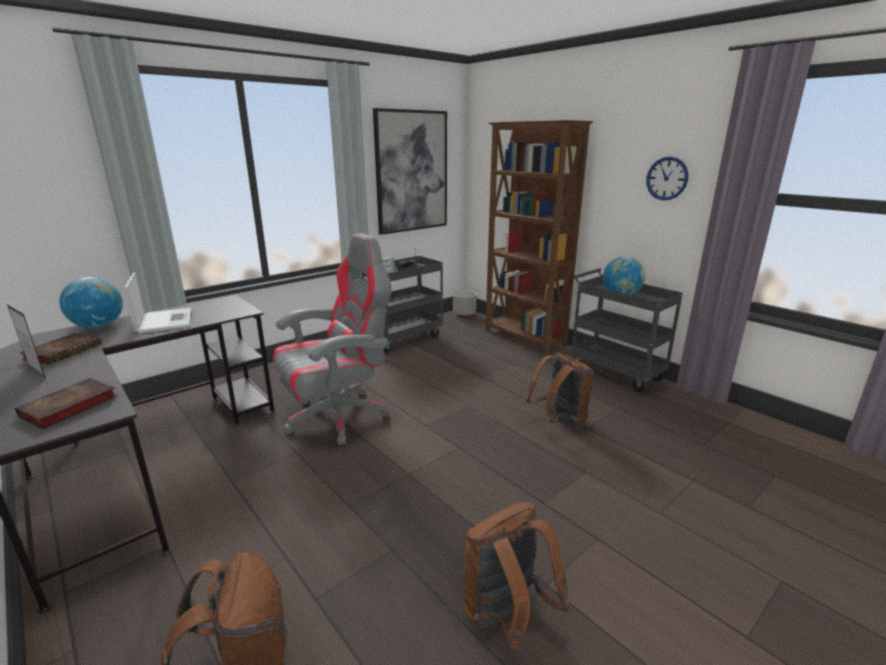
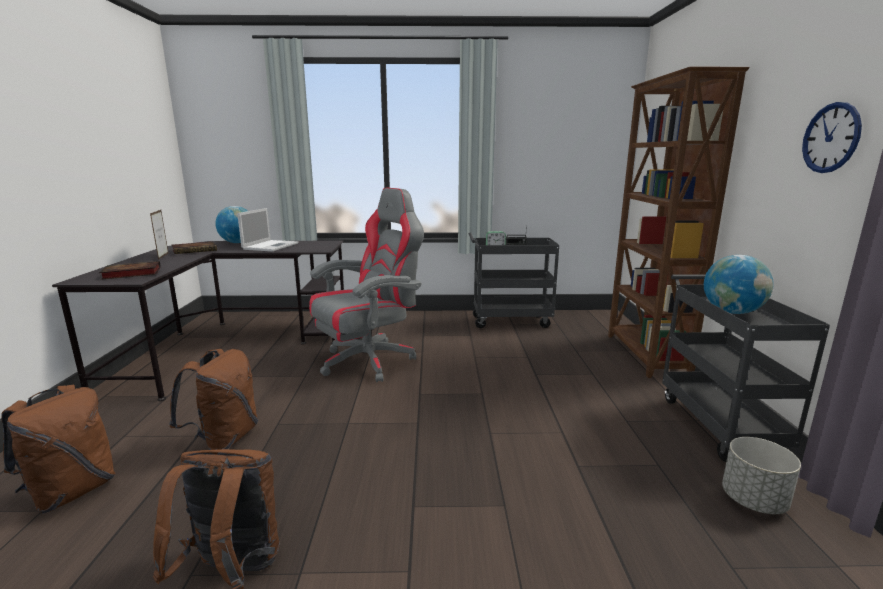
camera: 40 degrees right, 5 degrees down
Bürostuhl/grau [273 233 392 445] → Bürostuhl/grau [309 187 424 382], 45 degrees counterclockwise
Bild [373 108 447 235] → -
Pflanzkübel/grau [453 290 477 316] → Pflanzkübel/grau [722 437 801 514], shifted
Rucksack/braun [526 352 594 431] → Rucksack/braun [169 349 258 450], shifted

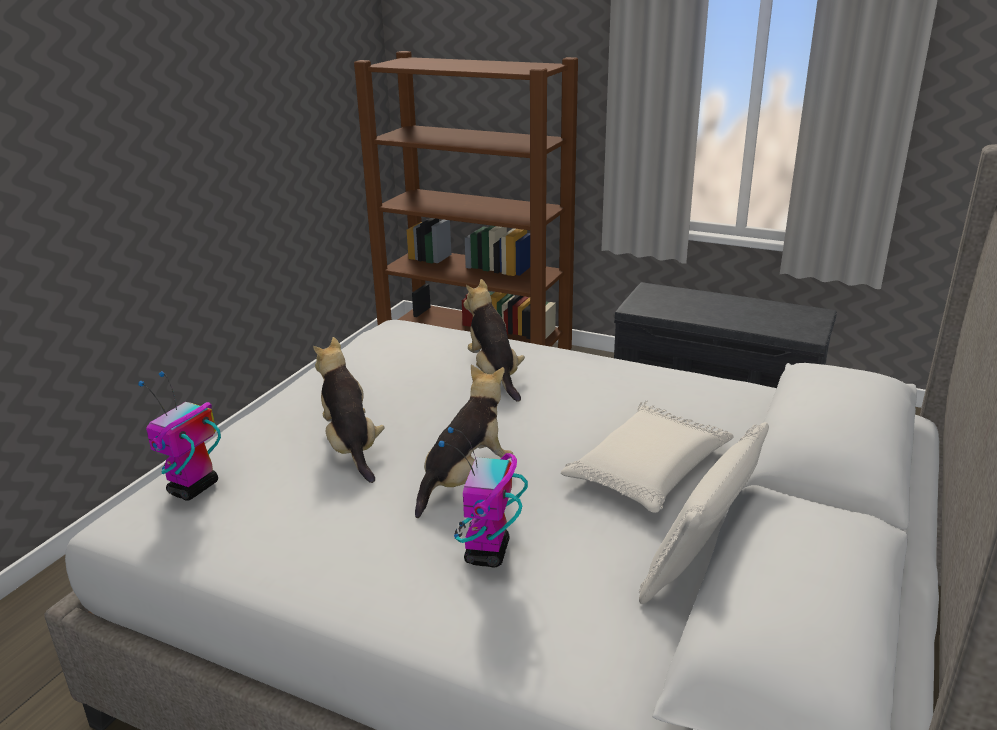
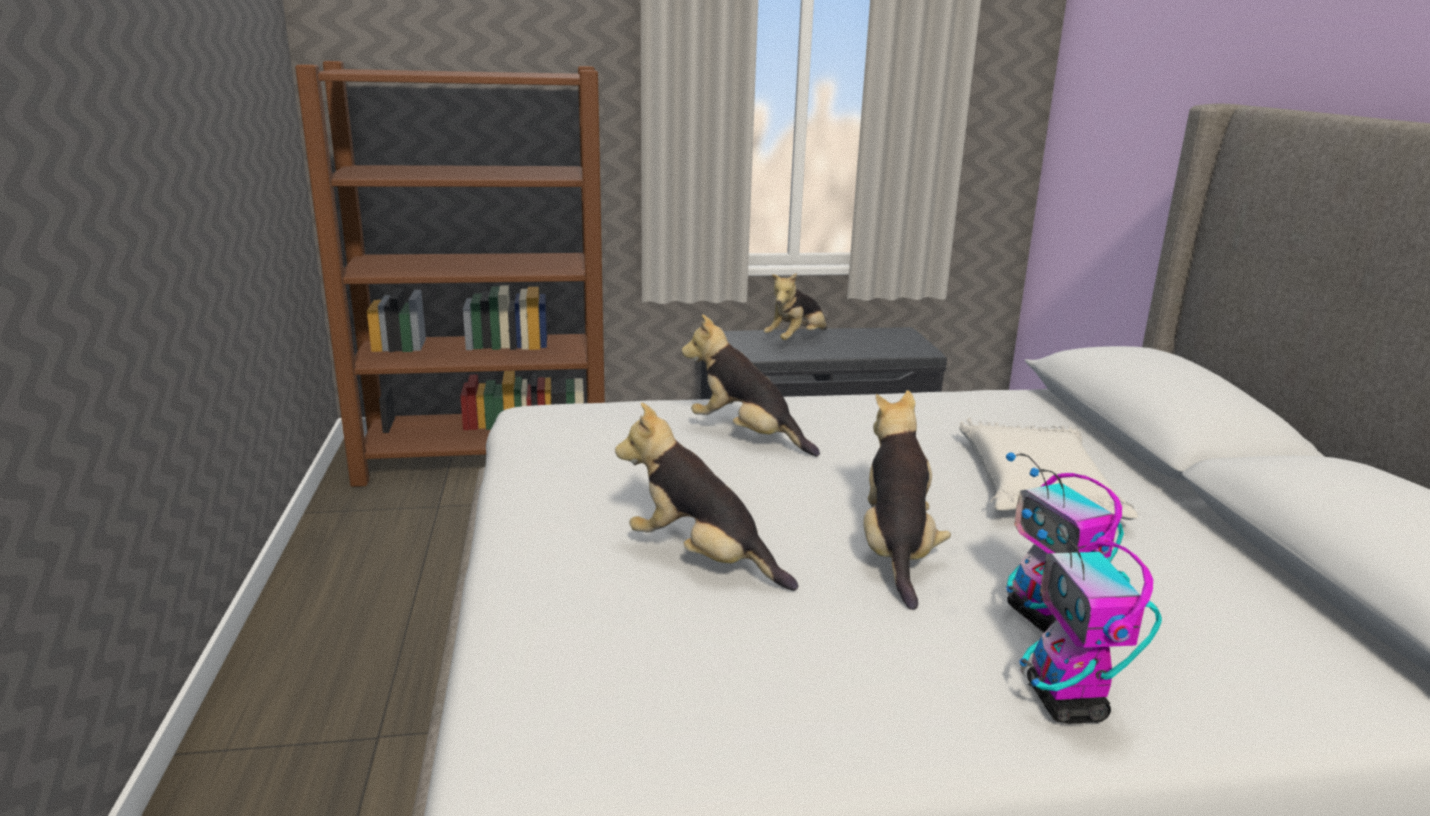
camera: 35 degrees left, 5 degrees down
Spielzeugroboter [138 371 221 501] → Spielzeugroboter [1020 508 1162 724], shifted
Kissen/weiß [639 422 769 604] → -
- → Plüschtier [764 273 827 340]

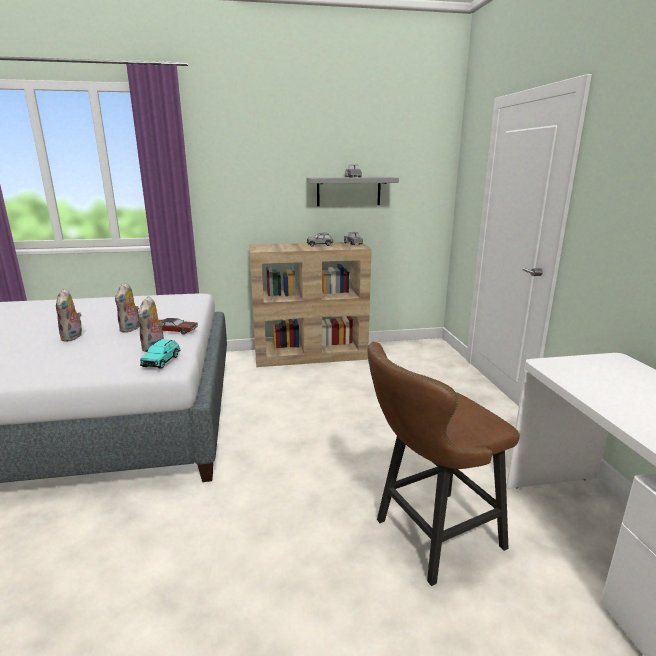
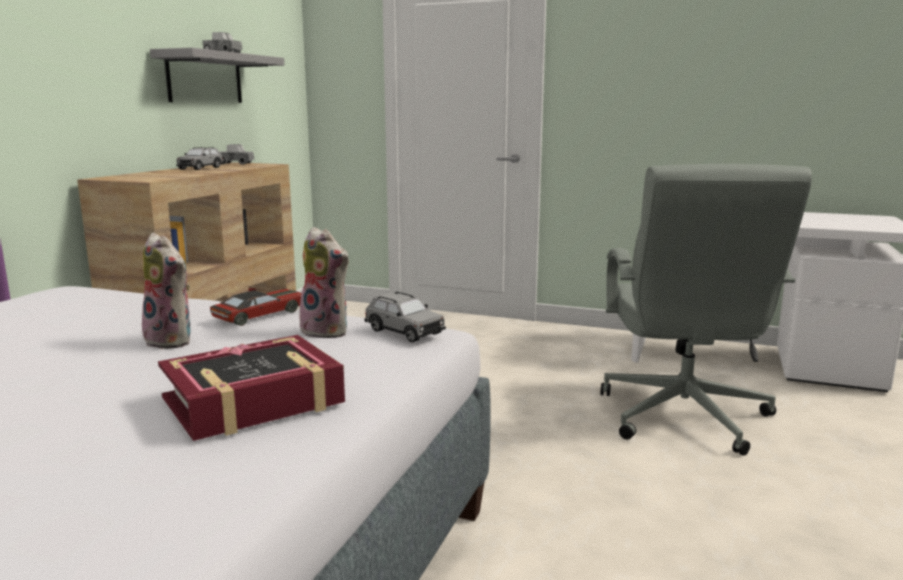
camera: 60 degrees left, 5 degrees down
Plüschtier [56 289 82 342] → -
Spielzeugauto/türkis [140 339 181 369] → Spielzeugauto/grau [364 292 446 342]
Hocker/braun [367 342 520 586] → Bürostuhl/grau [600 164 812 456]
- → Buch [158 335 345 441]

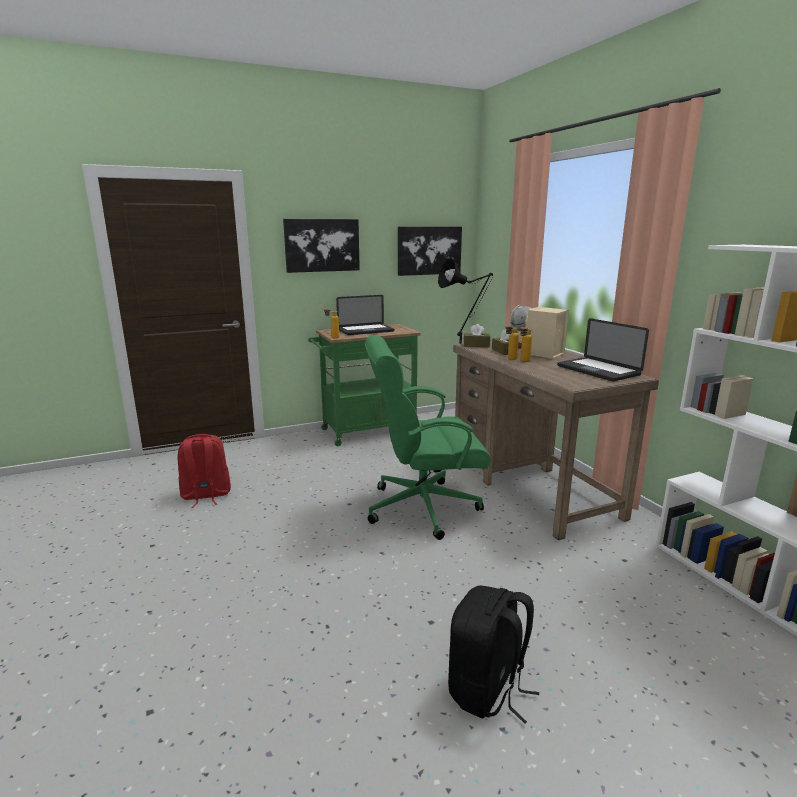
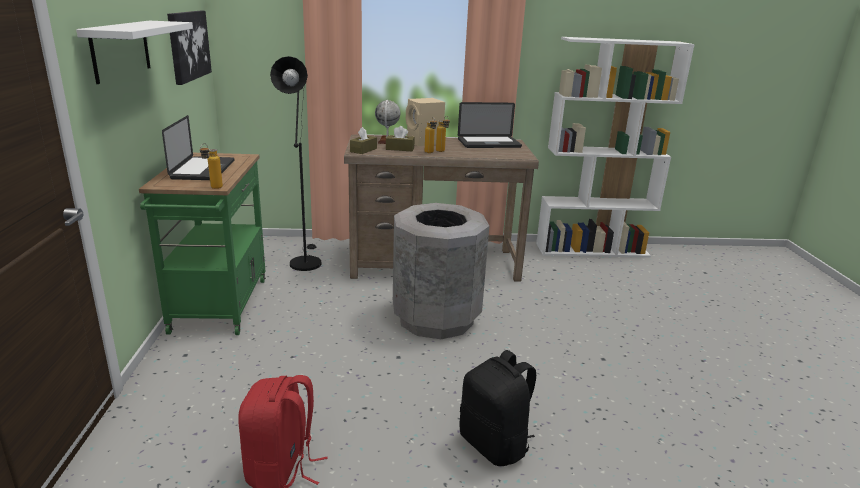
camera: 70 degrees left, 5 degrees up
Bild [283 219 360 273] → Wandregal/weiß [76 21 193 84]
Bürostuhl/grün [365 335 491 540] → Mülleimer/grau [393 203 489 339]
Rucksack/schwarz [448 585 539 724] → Rucksack/schwarz [459 350 536 466], shifted

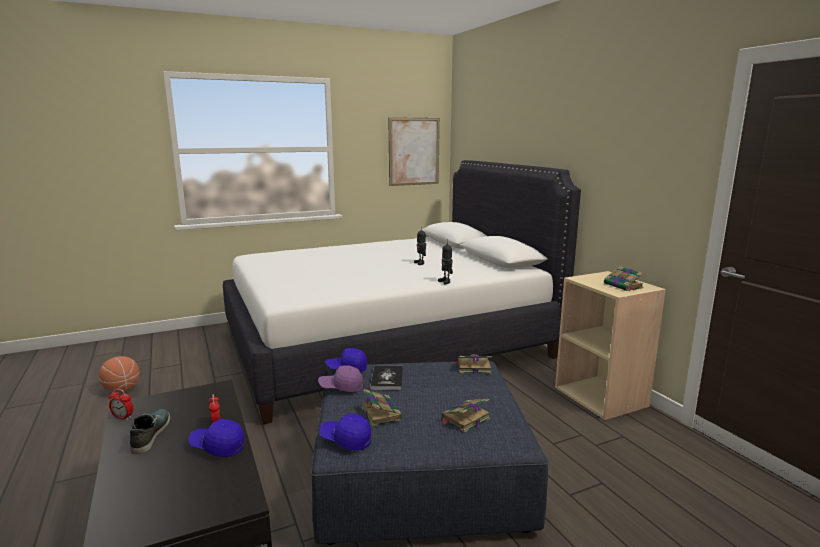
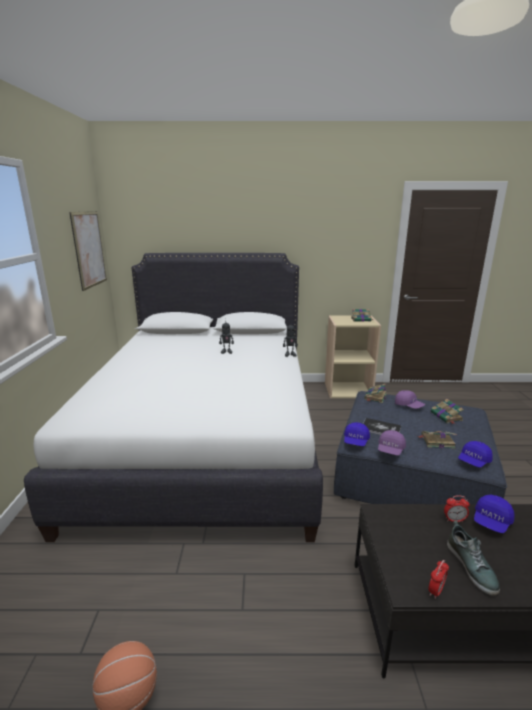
camera: 65 degrees left, 5 degrees up
Schuh [130 409 170 454] → Schuh [447 521 500 596], 120 degrees counterclockwise
- → Kappe/lila [395 390 425 409]

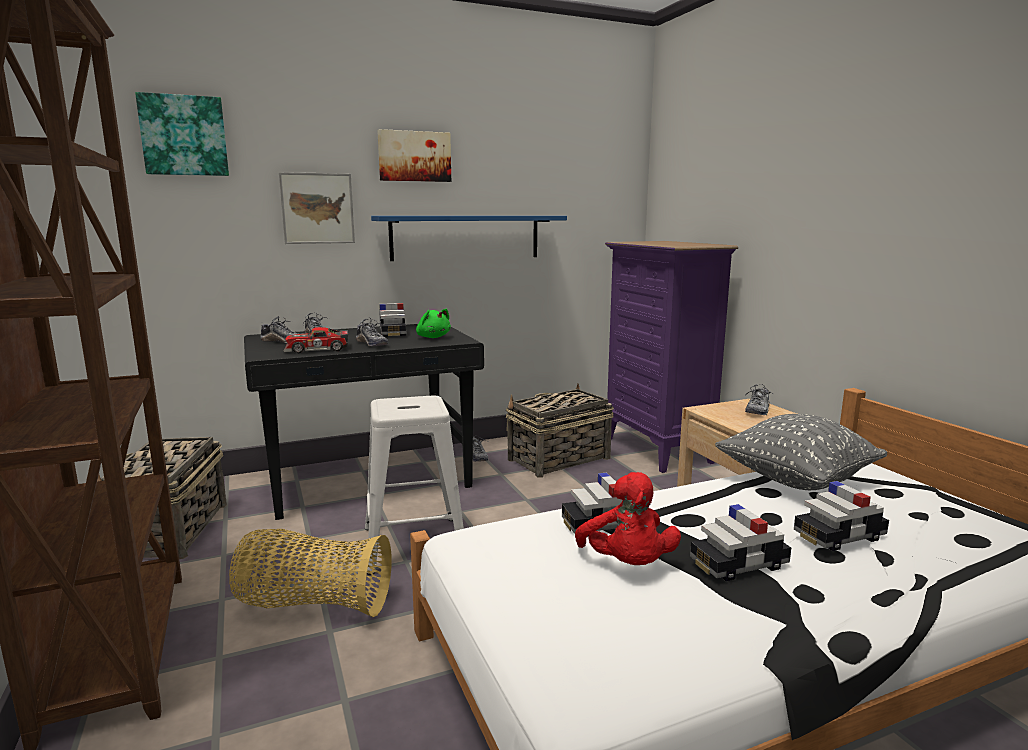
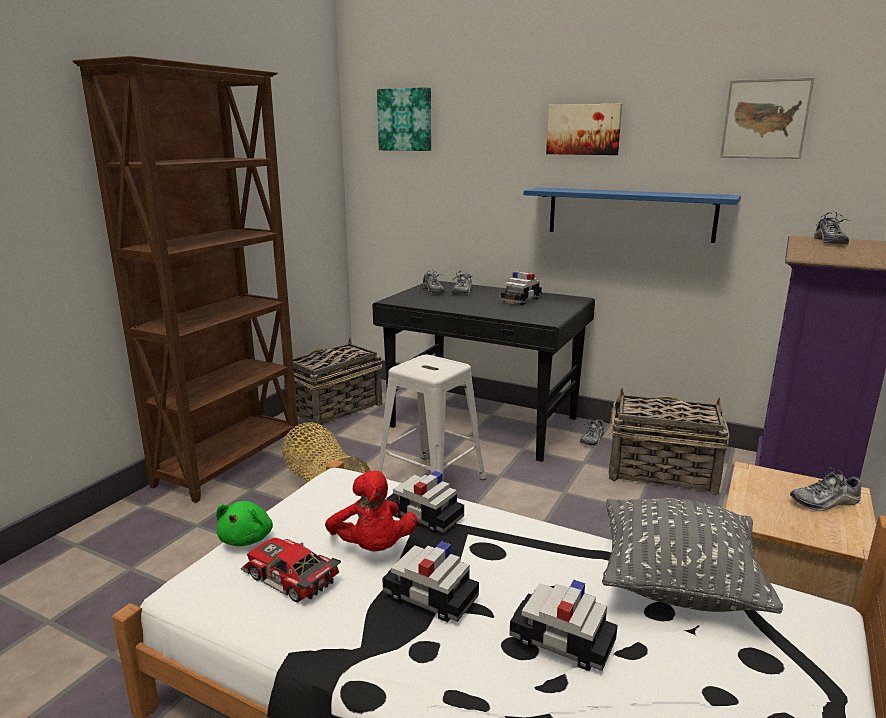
camera: 50 degrees right, 5 degrees up
Bild [279 172 355 244] → Bild [720 78 814 159], shifted
Spielzeugauto [284 327 348 353] → Spielzeugauto [241 538 341 602], shifted
Schuh [356 318 388 346] → Schuh [814 212 850 245], shifted
Plüschtier/grün [416 309 451 338] → Plüschtier/grün [216 501 273 546], shifted
Plüschtier/rot [575 472 681 565] → Plüschtier/rot [325 471 417 552], 60 degrees counterclockwise

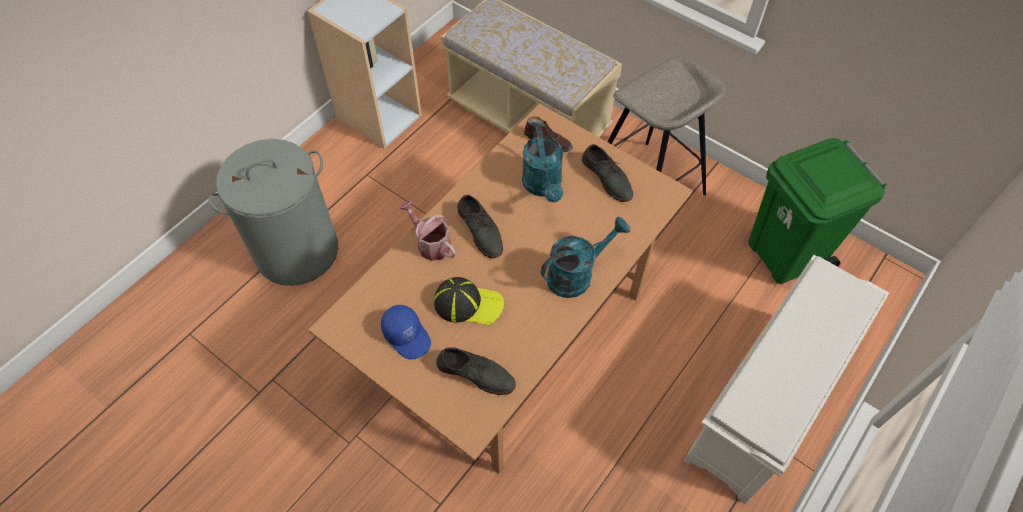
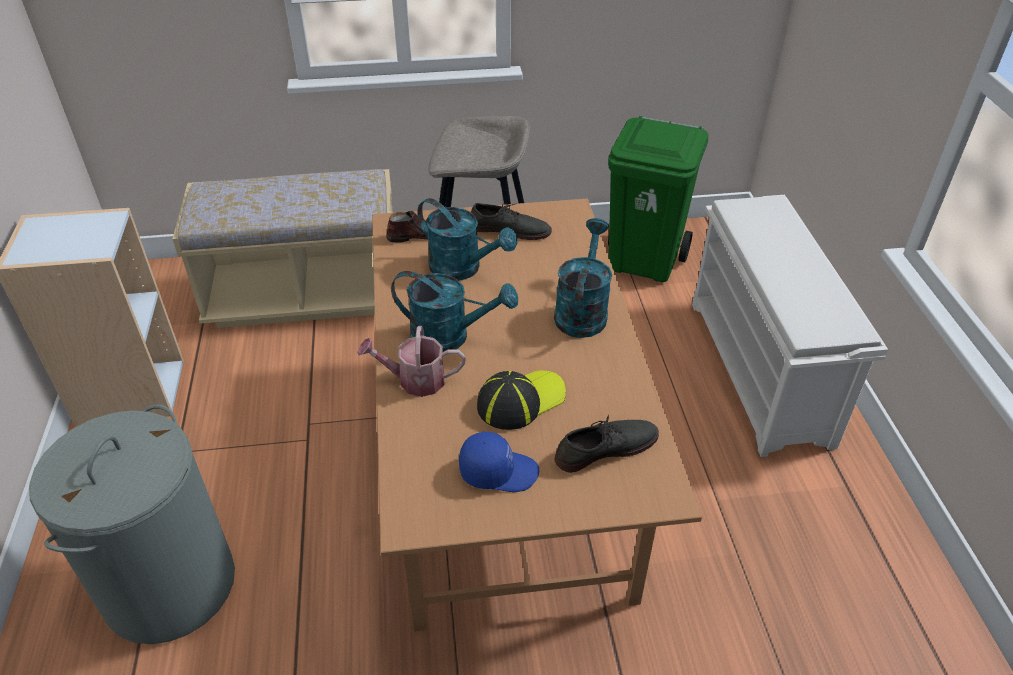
camera: 45 degrees left, 15 degrees down
Schuh/grau [457 195 503 258] → Gießkanne/türkis [391 271 518 352]

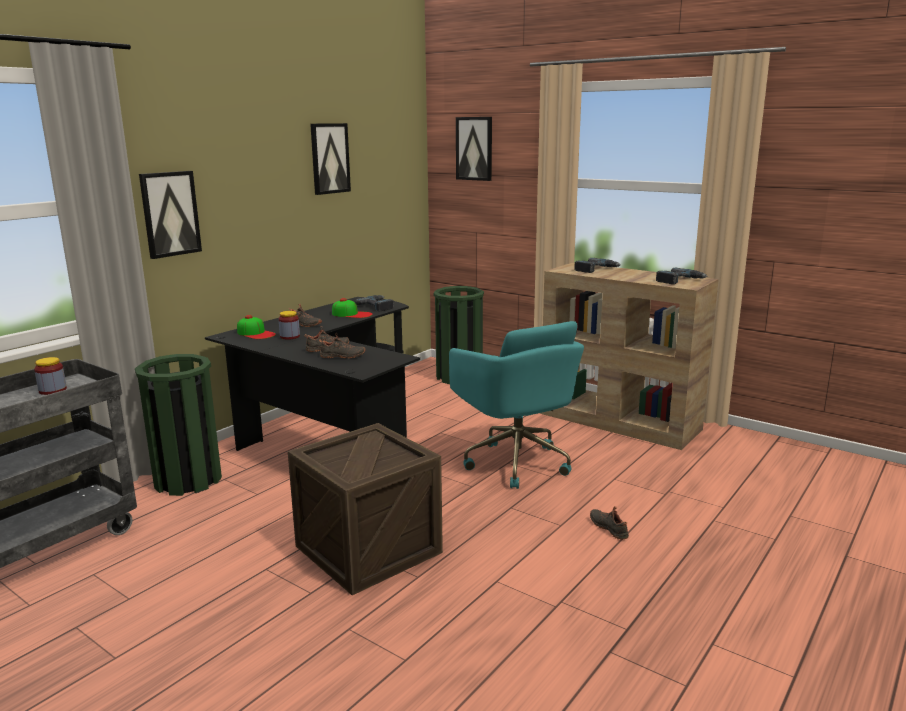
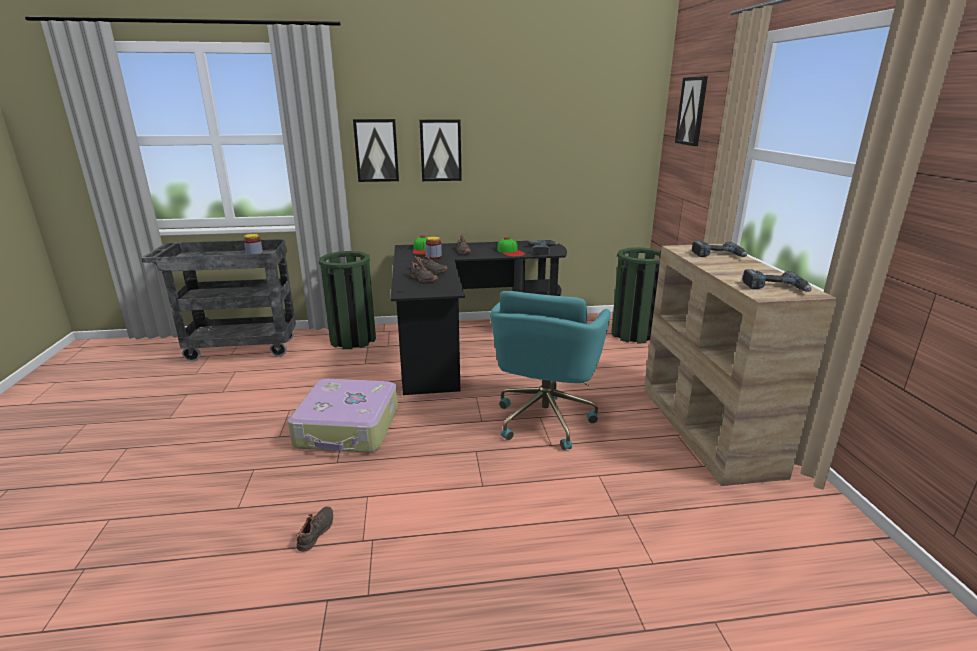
camera: 45 degrees right, 5 degrees up
Kiste [288 423 443 595] → Koffer [288 379 398 452]
Bild [310 123 351 195] → Bild [419 119 462 181], shifted
Schuh/schwarz [590 506 629 540] → Schuh/schwarz [296 506 333 551], shifted

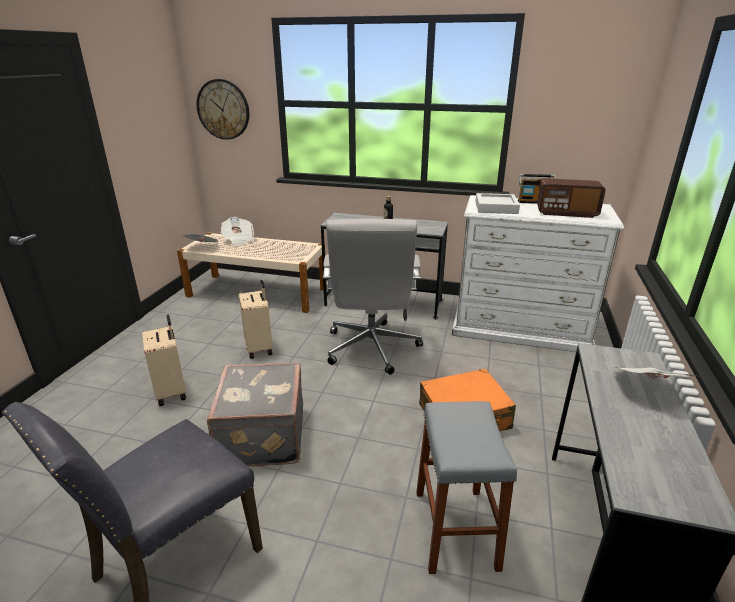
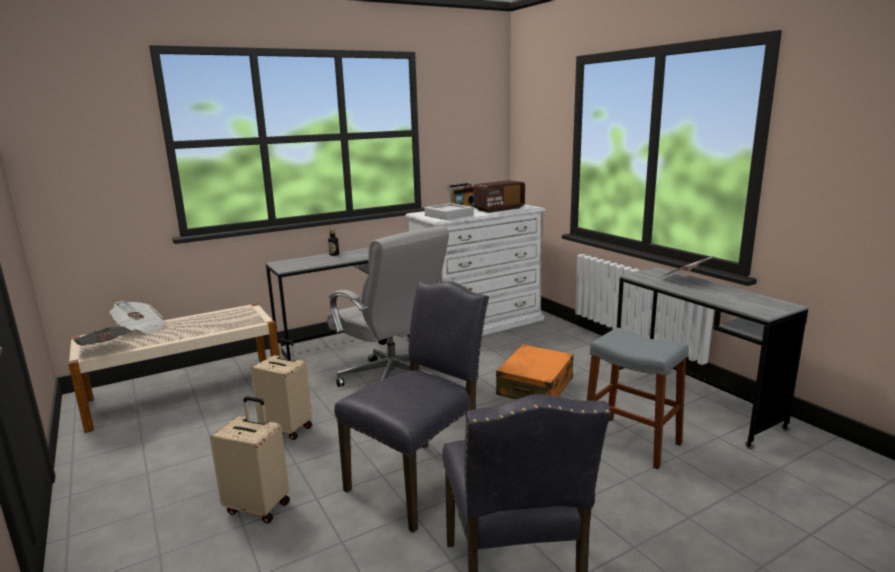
camera: 45 degrees left, 10 degrees down
Wanduhr [197 79 249 140] → -
Koffer/grau [207 362 303 466] → Stuhl/grau [334 281 489 533]

